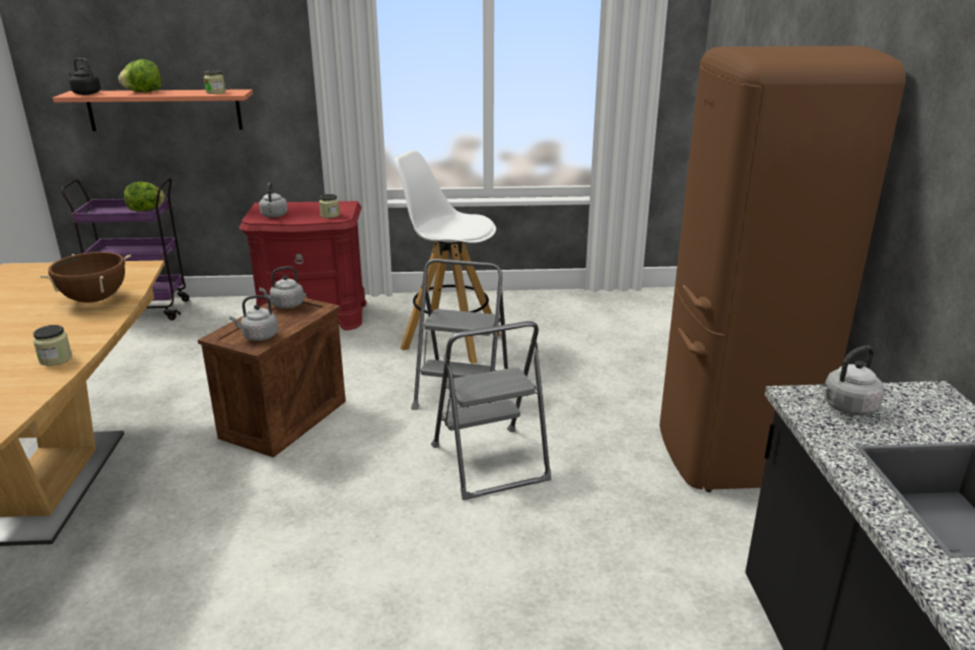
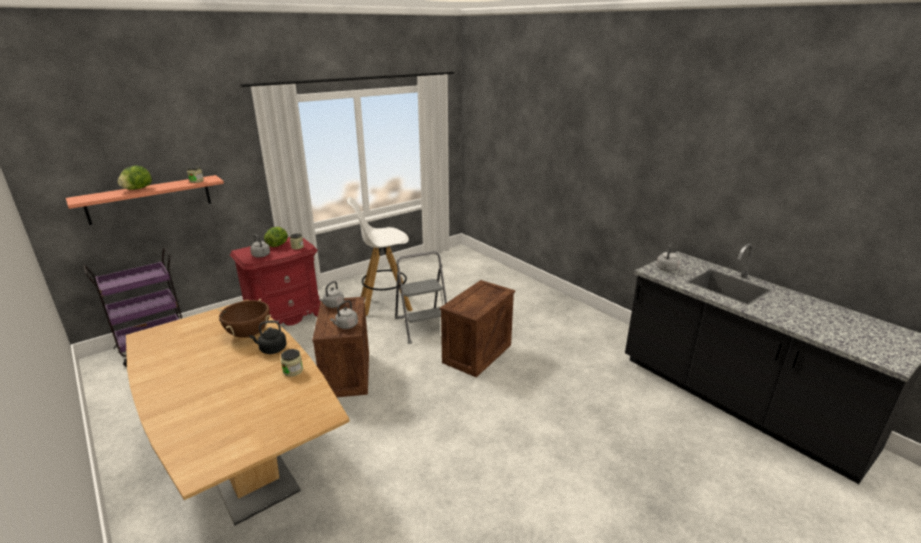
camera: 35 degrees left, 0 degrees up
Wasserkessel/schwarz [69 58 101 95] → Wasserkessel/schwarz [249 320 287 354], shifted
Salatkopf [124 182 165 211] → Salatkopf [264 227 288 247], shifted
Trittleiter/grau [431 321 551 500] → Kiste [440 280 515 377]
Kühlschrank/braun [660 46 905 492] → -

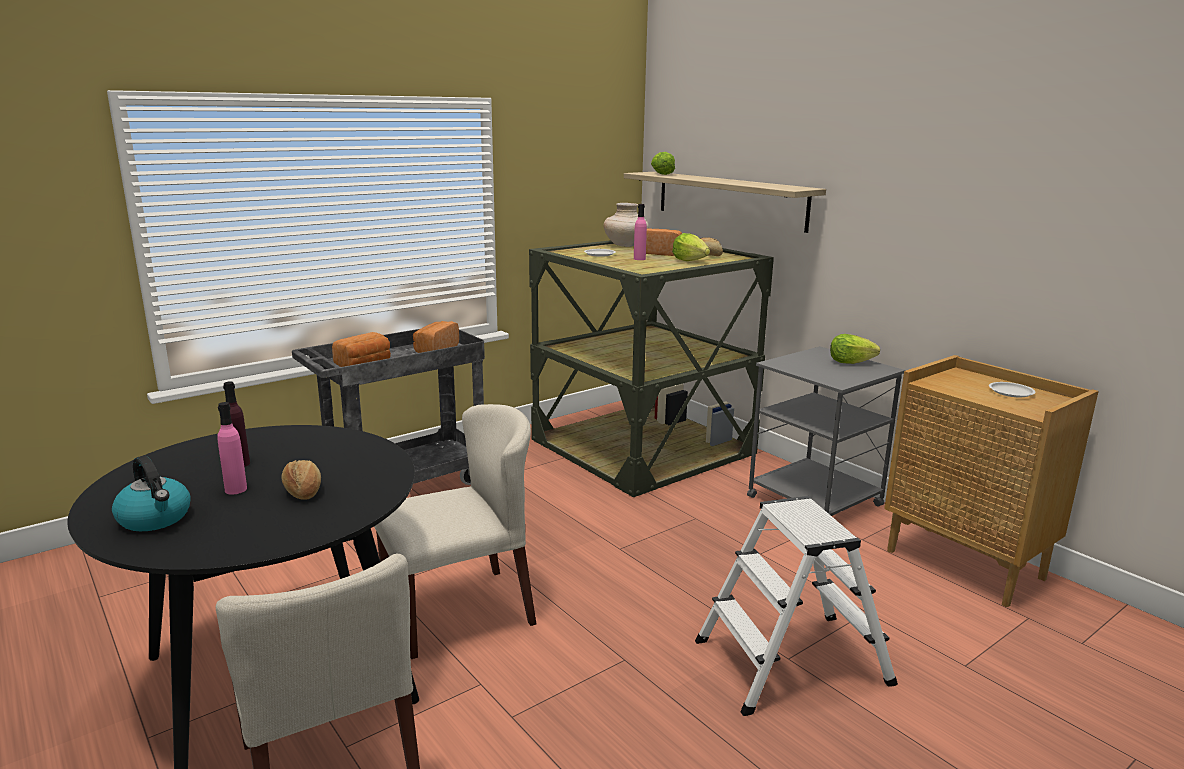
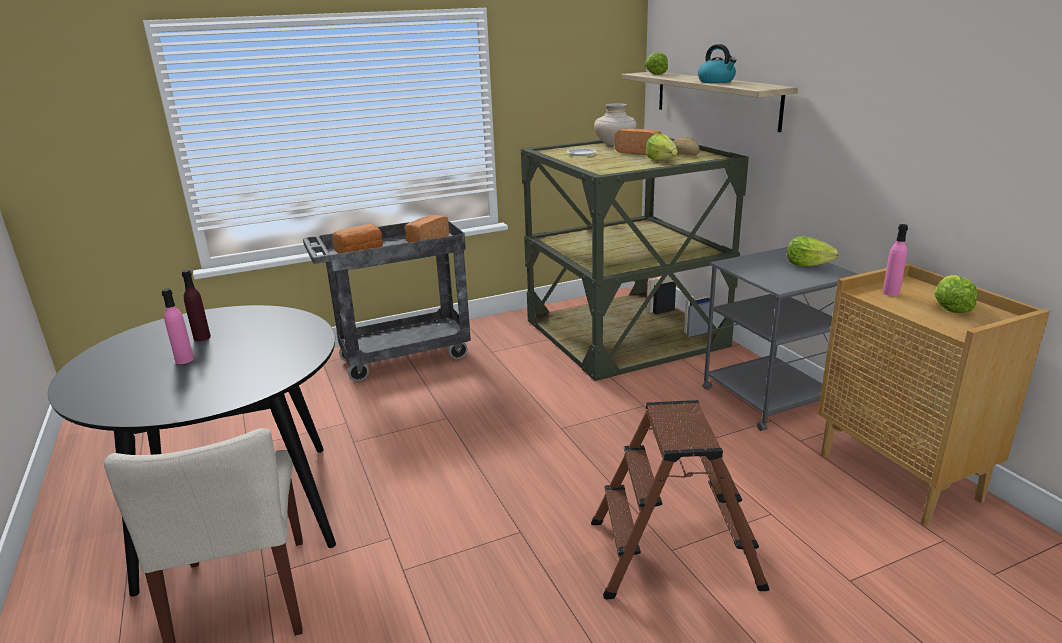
camera: 15 degrees right, 5 degrees up
Wasserkessel [112 455 191 531] → Wasserkessel [698 44 737 83], shifted
Brot [281 460 321 500] → -
Stuhl/beige [374 404 536 659] → -
Flasche/rosa [634 204 647 260] → Flasche/rosa [882 224 908 296], shifted
Trittleiter/weiß [695 496 898 716] → Trittleiter/braun [591 400 770 599]
Teller/weiß [989 382 1036 397] → Salatkopf [934 275 978 313]

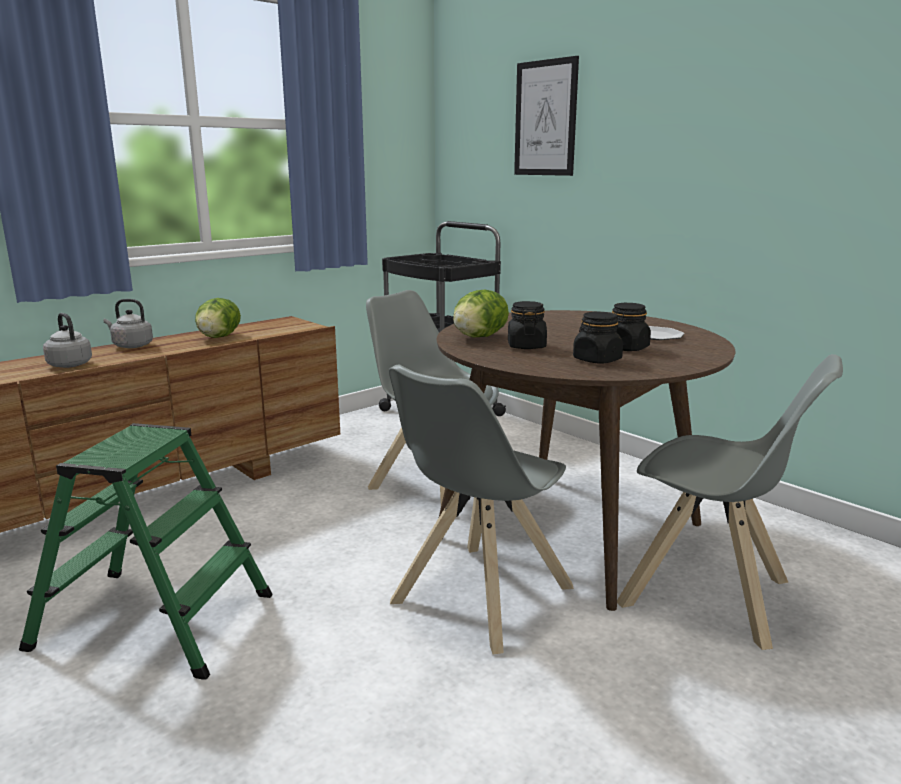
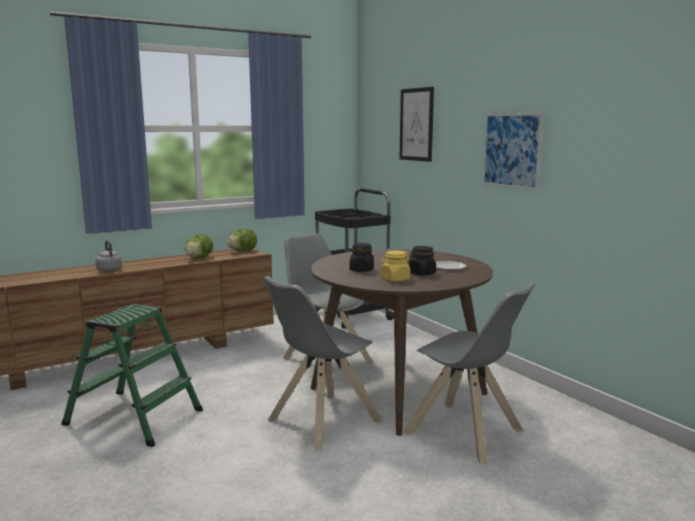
camera: 10 degrees right, 5 degrees down
Wasserkessel/grau [103 299 153 348] → -
Salatkopf [453 290 509 337] → Salatkopf [227 229 257 251], shifted
Vorratsglas/schwarz [573 311 623 364] → Vorratsglas/gelb [381 250 410 282]
- → Bild [482 113 544 190]

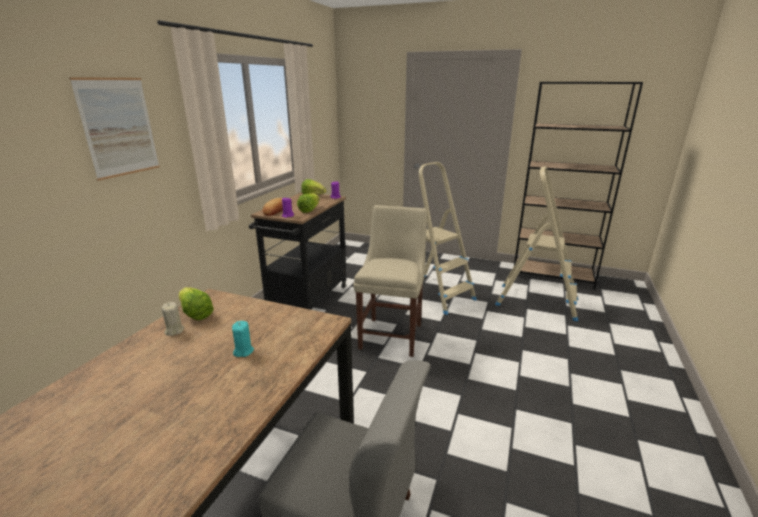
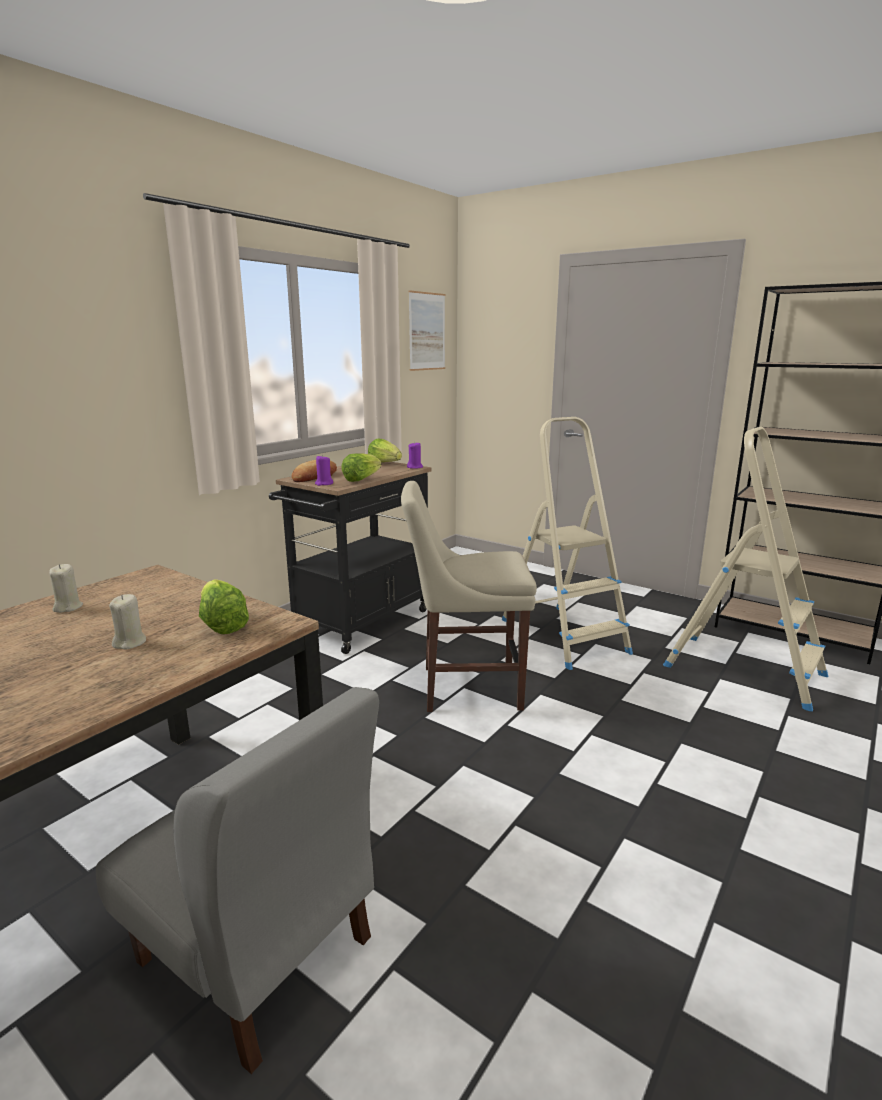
camera: 15 degrees right, 5 degrees down
Bild [69 77 160 181] → Bild [408 290 445 371], shifted
Salatkopf [179 287 214 320] → Salatkopf [199 579 249 634], shifted
Kerze/türkis [232 321 254 357] → Kerze/beige [109 594 146 649]
Stuhl/beige [353 205 427 357] → Stuhl/beige [401 481 537 712], 120 degrees counterclockwise

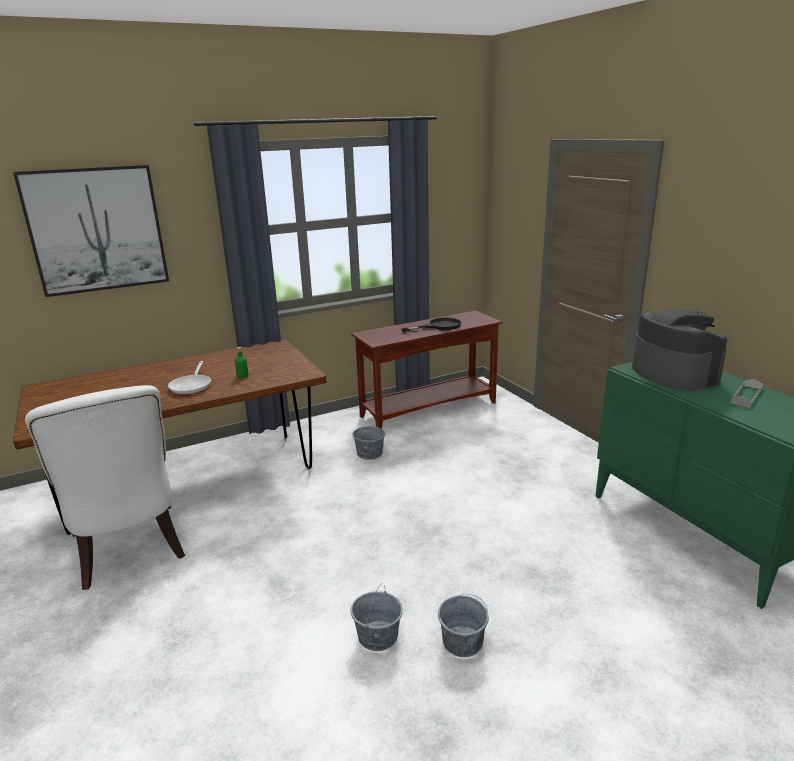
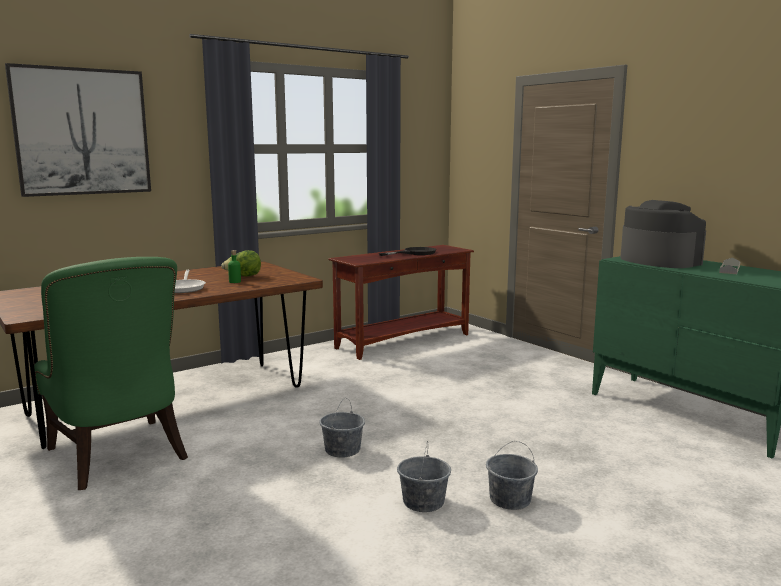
camera: 10 degrees left, 10 degrees down
Stuhl/weiß [25 385 185 590] → Stuhl/grün [34 257 188 490]
Eimer/grau [352 421 385 460] → Eimer/grau [319 398 365 457], shifted
- → Salatkopf [221 250 261 276]

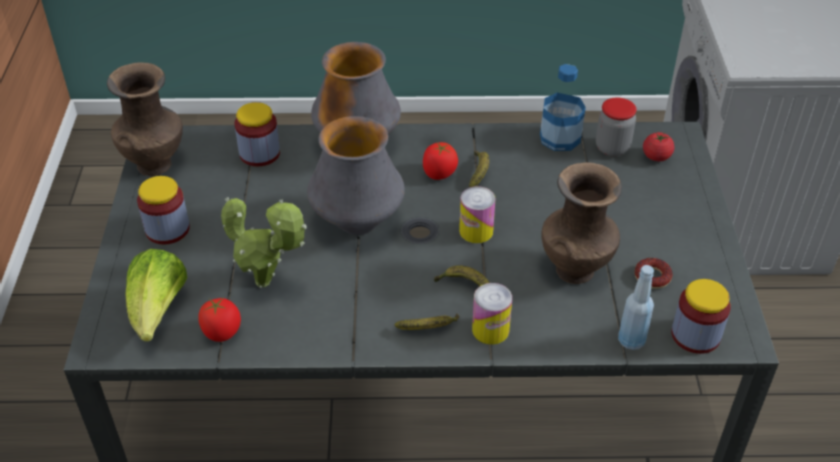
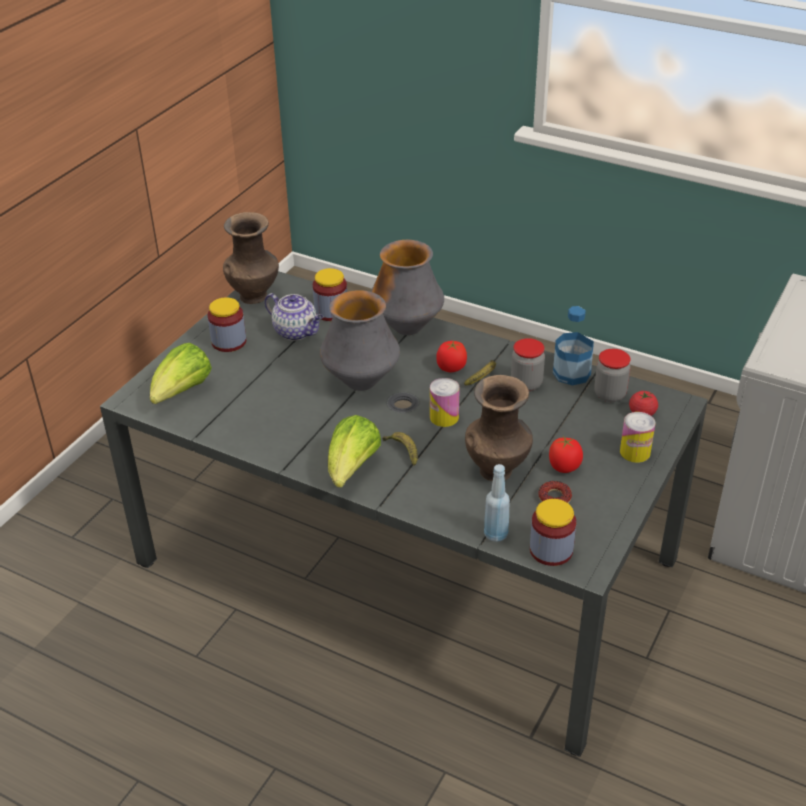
camera: 30 degrees right, 5 degrees down
Tomate [198 298 241 342] → Tomate [549 436 583 473], shifted
Topfpflanze [221 197 307 288] → -
Banane [395 313 459 330] → Salatkopf [328 415 381 488]
Dose [472 283 512 345] → Dose [620 412 655 463], shifted
- → Teekanne [265 293 323 341]
- → Vorratsglas [511 338 545 391]

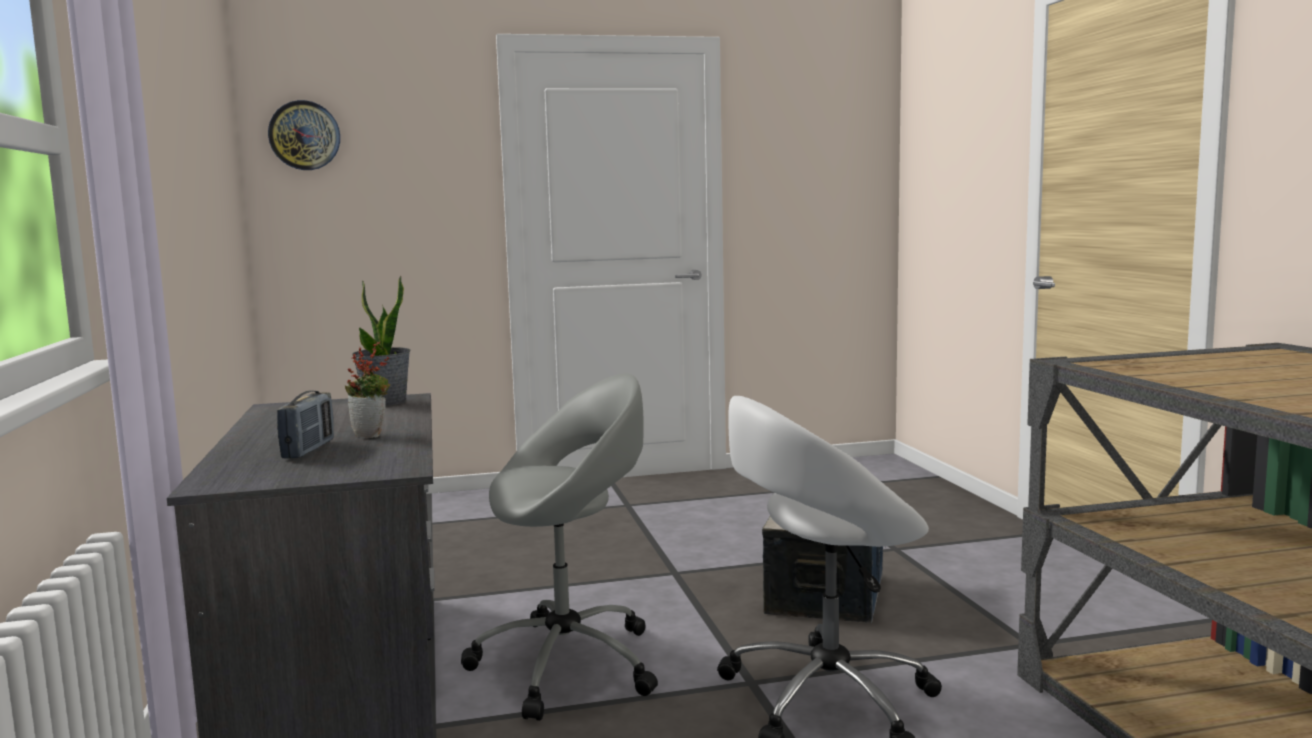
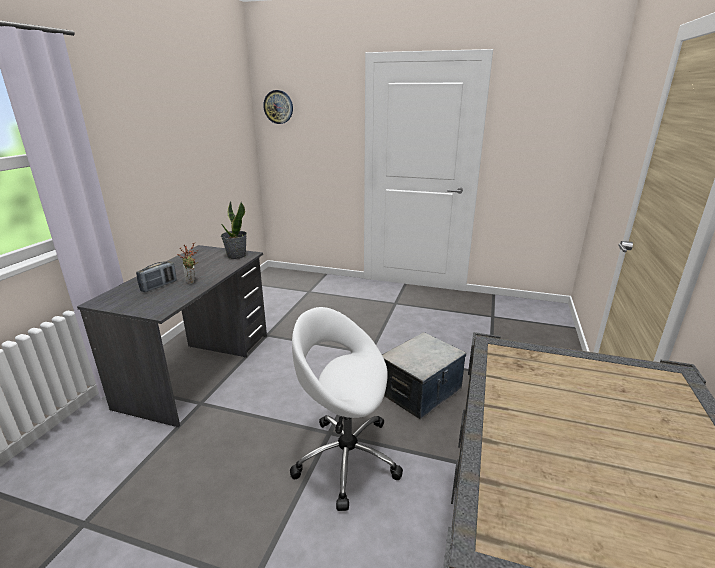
camera: 30 degrees right, 15 degrees up
Bürostuhl/grau [461 373 658 721] → -

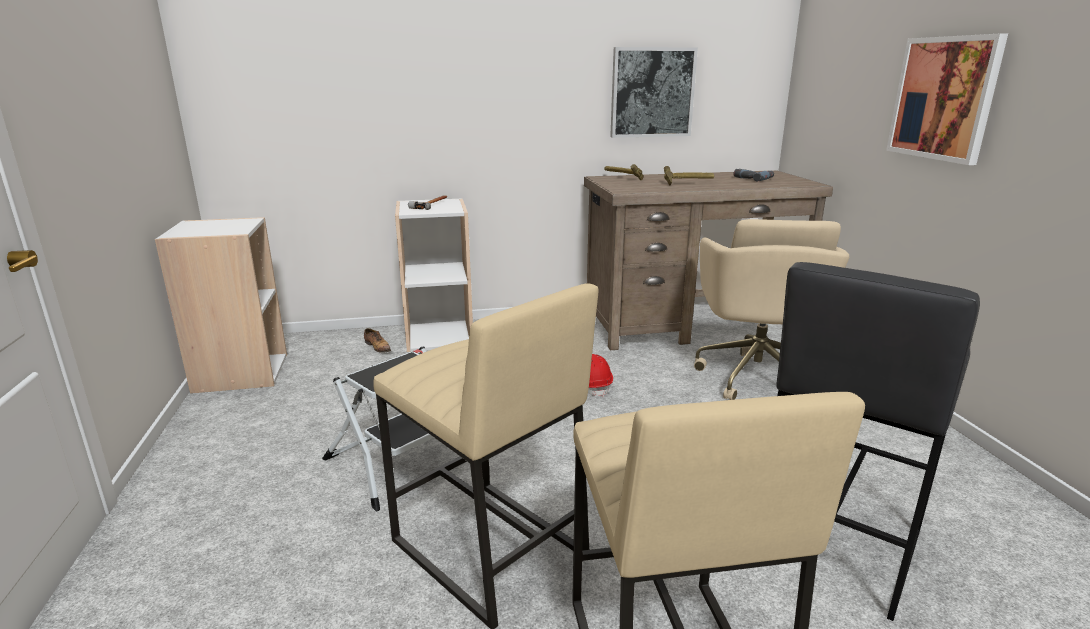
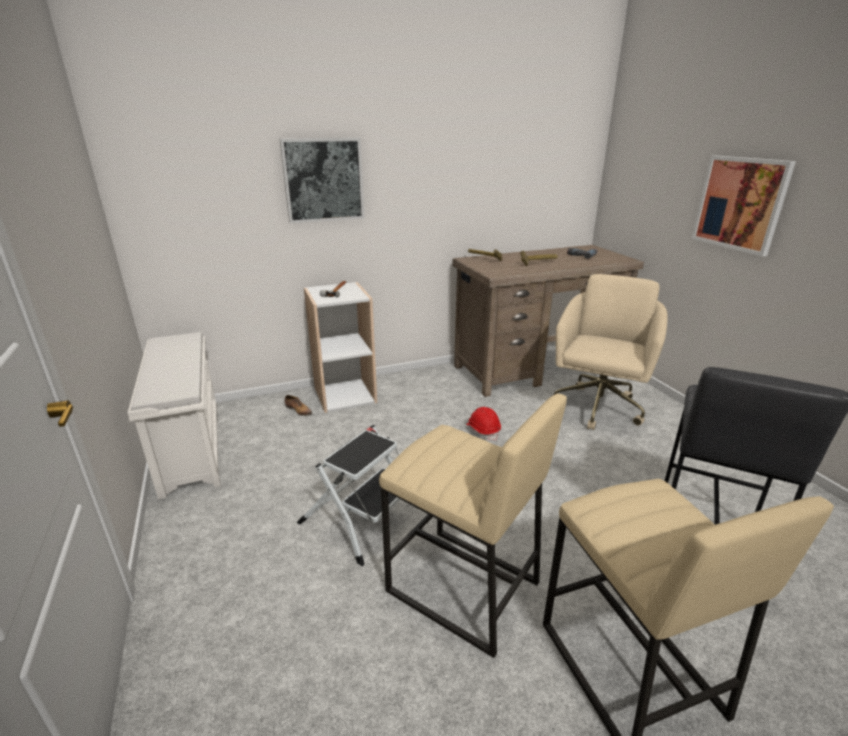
camera: 10 degrees left, 5 degrees up
Bücherregal [155 217 287 394] → Schuhregal/weiß [128 332 220 499]
Bild [610 47 698 138] → Bild [280 138 365 223], shifted
Bürostuhl/beige [694 219 849 400] → Bürostuhl/beige [554 274 668 430], 150 degrees counterclockwise

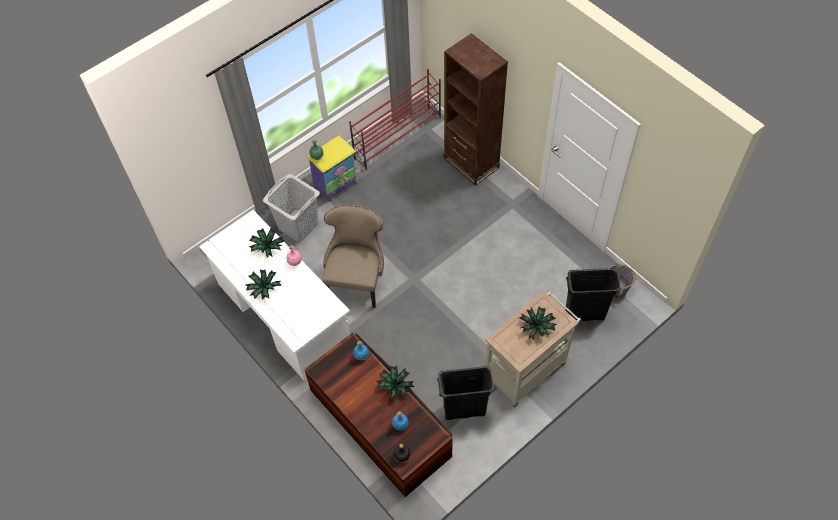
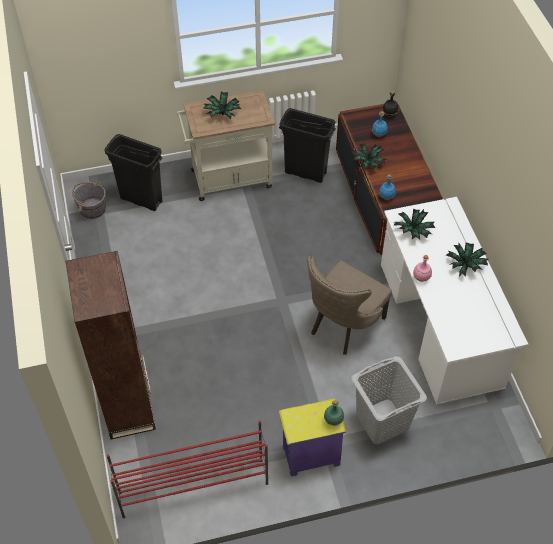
camera: 155 degrees left, 5 degrees down
Topfpflanze [249 228 284 258] → Topfpflanze [394 209 435 239], shifted

